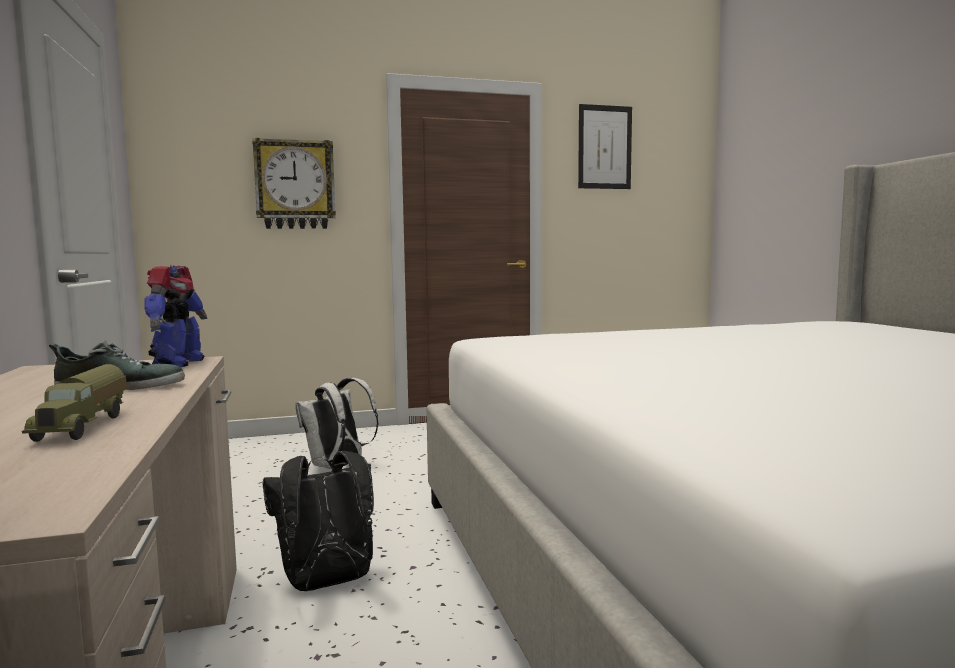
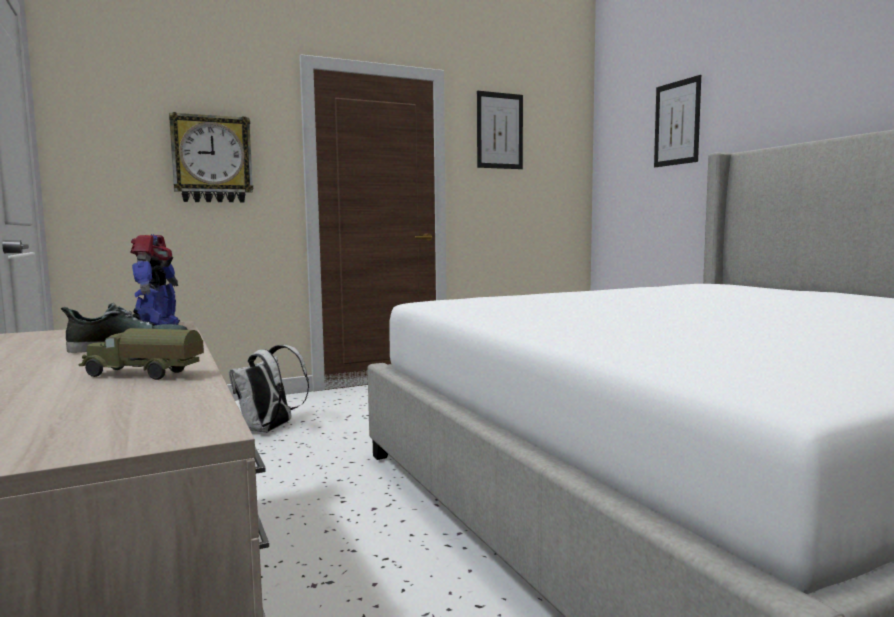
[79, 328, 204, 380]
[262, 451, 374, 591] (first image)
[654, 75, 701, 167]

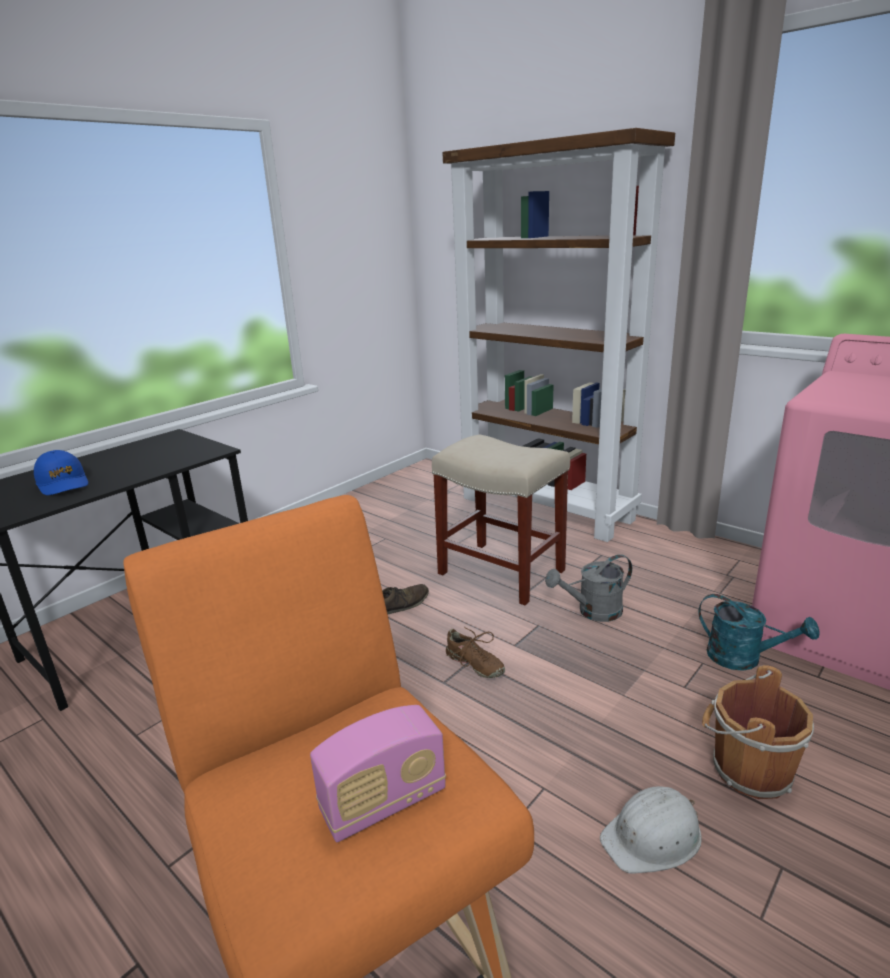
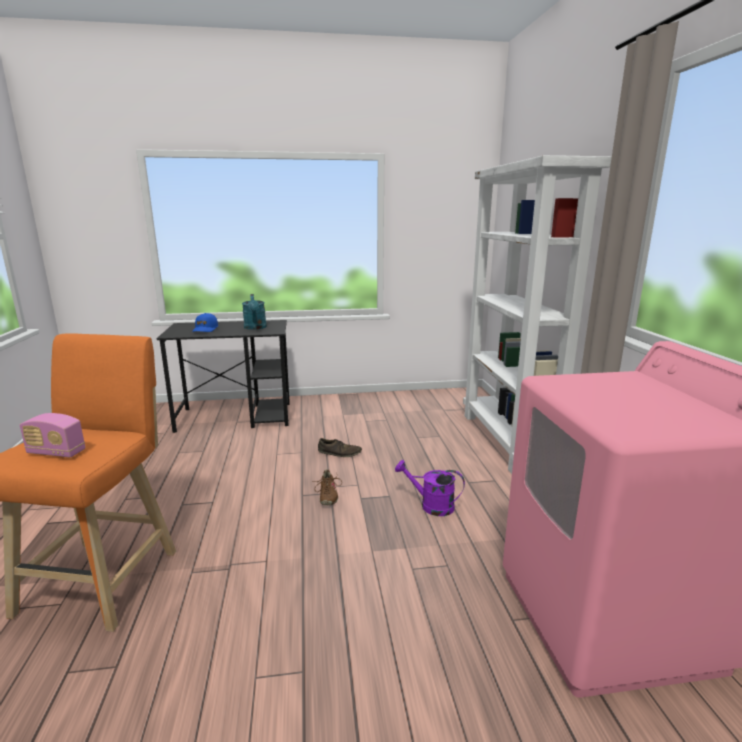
[463, 155, 612, 474]
[432, 435, 570, 605] (first image)
[395, 460, 465, 516]
[242, 294, 267, 330]
[702, 665, 814, 799] (first image)
[600, 786, 702, 874] (first image)

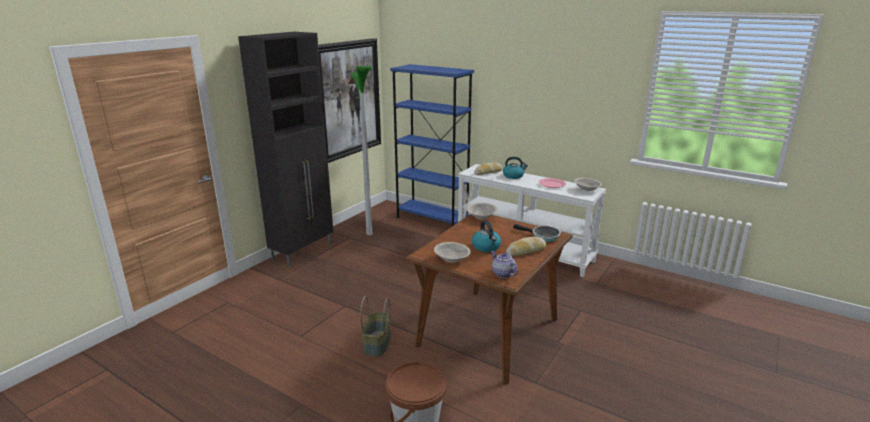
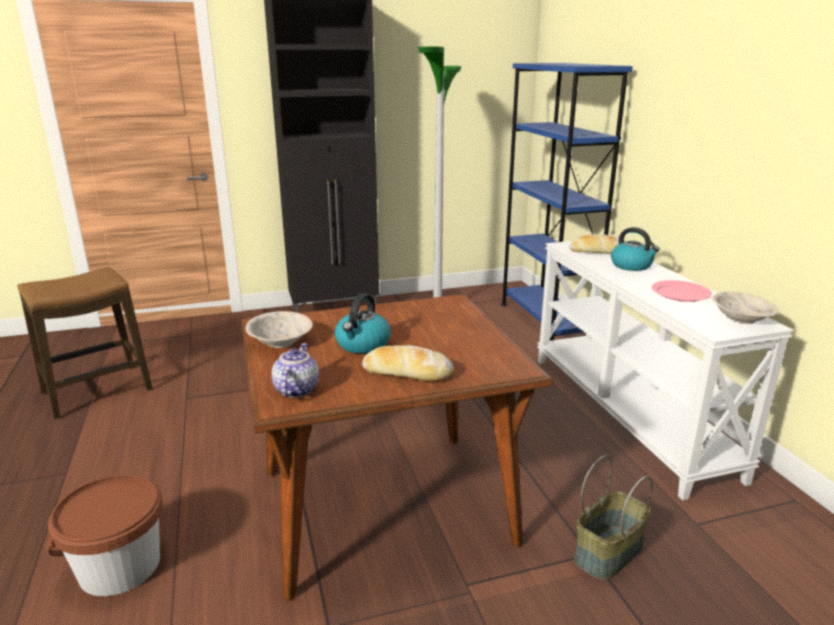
[318, 38, 381, 163] (first image)
[467, 202, 498, 219] (first image)
[513, 224, 561, 242] (first image)
[574, 455, 653, 580]
[17, 267, 152, 419]

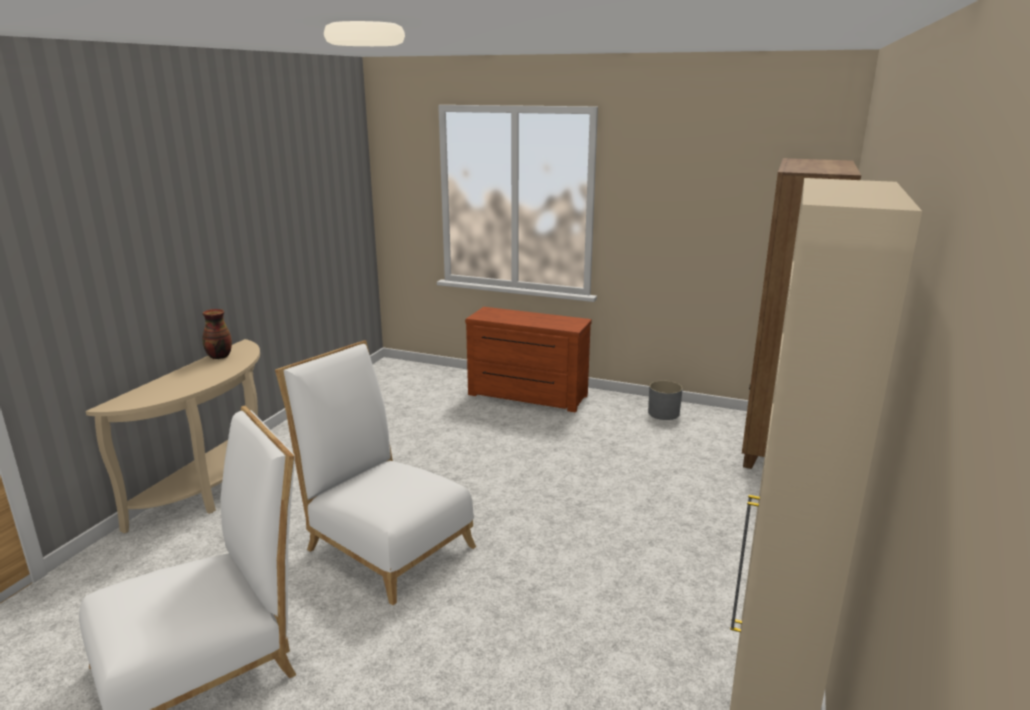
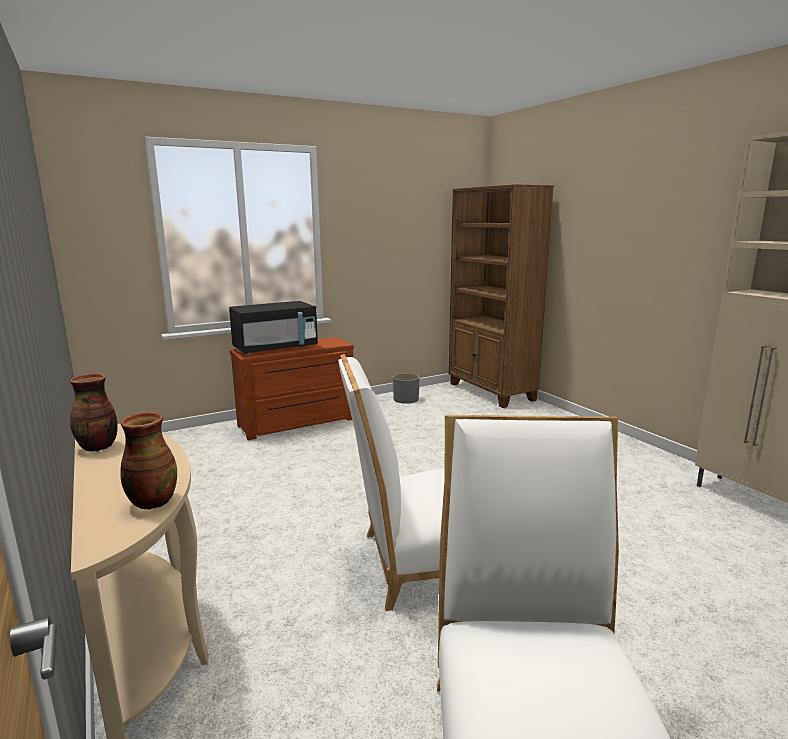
[229, 301, 318, 355]
[120, 412, 177, 510]

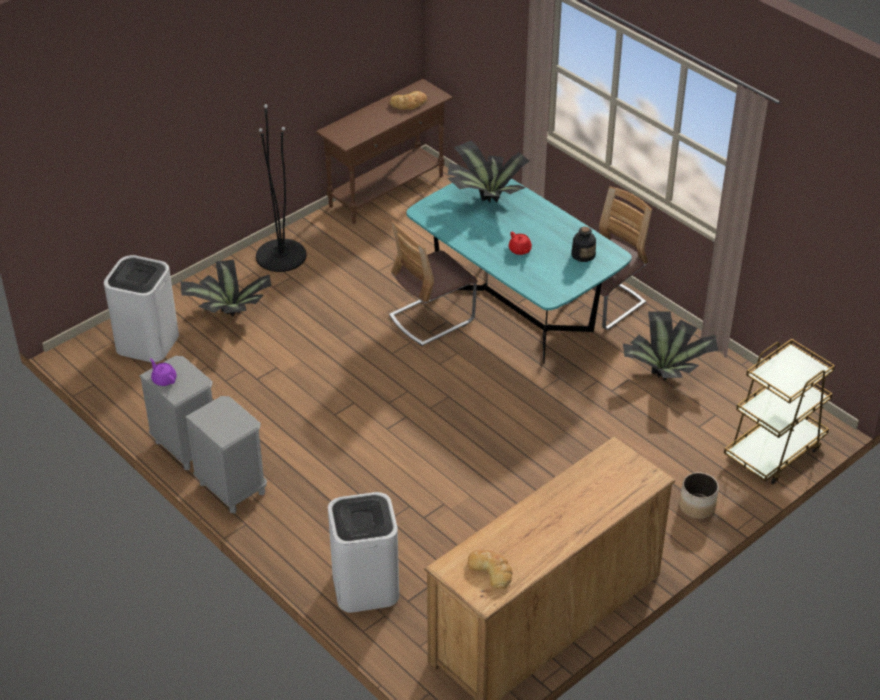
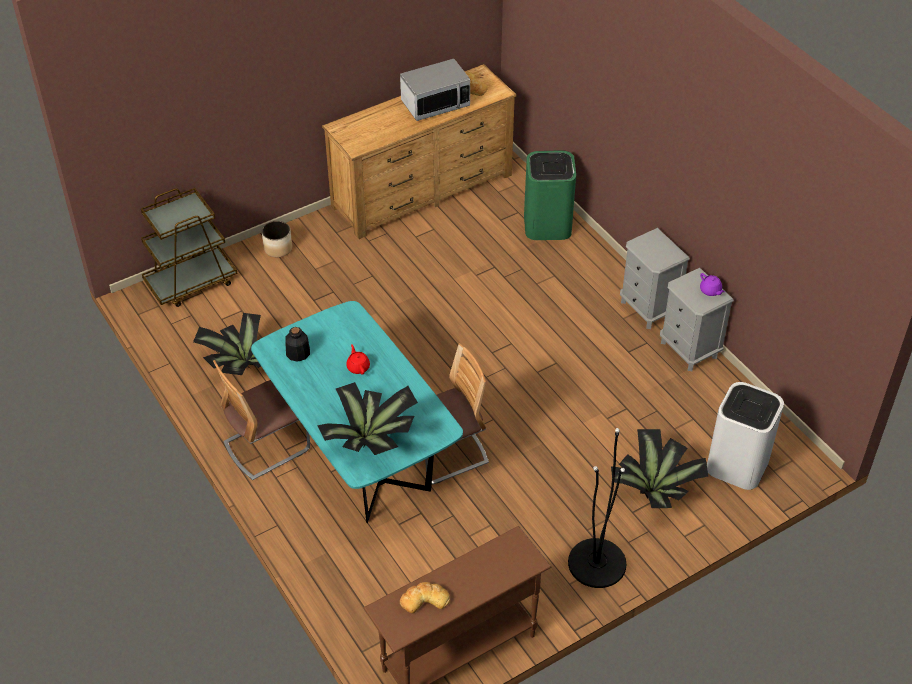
[524, 150, 576, 240]
[400, 59, 470, 121]

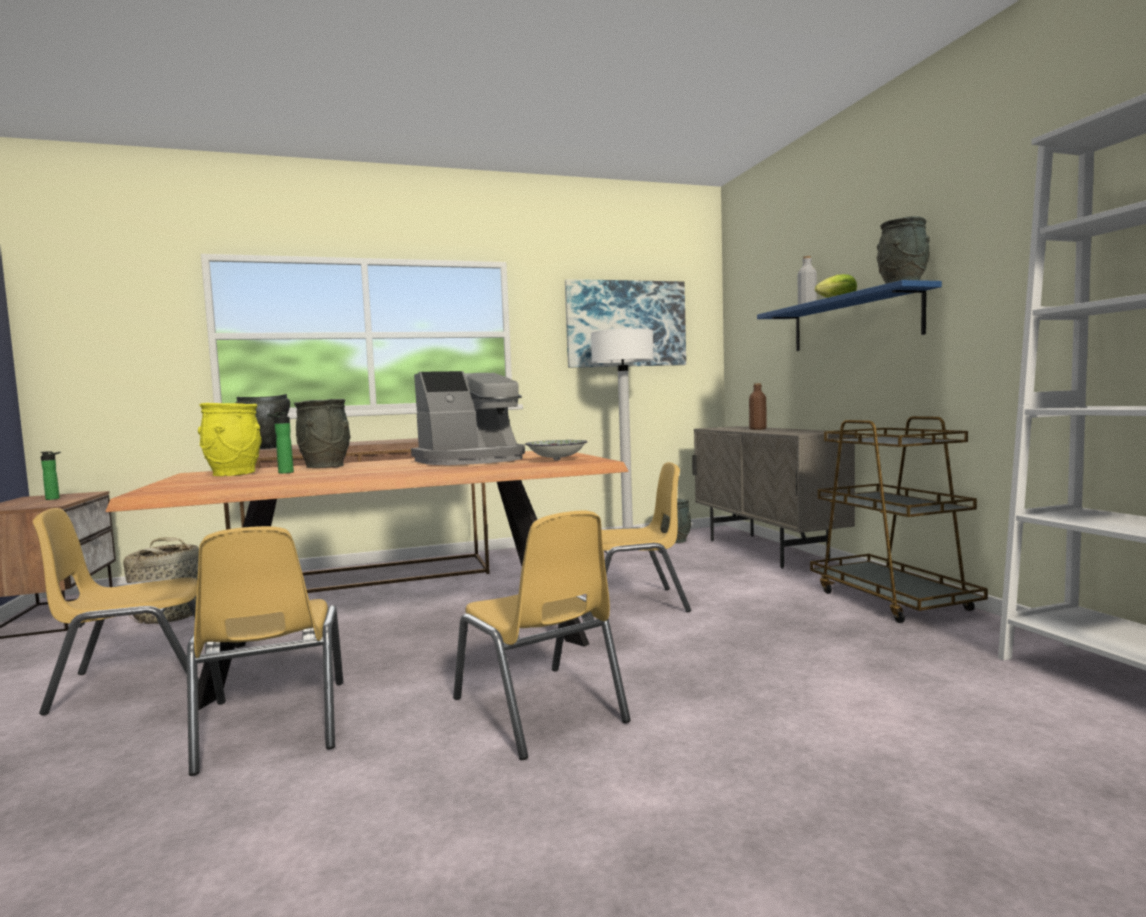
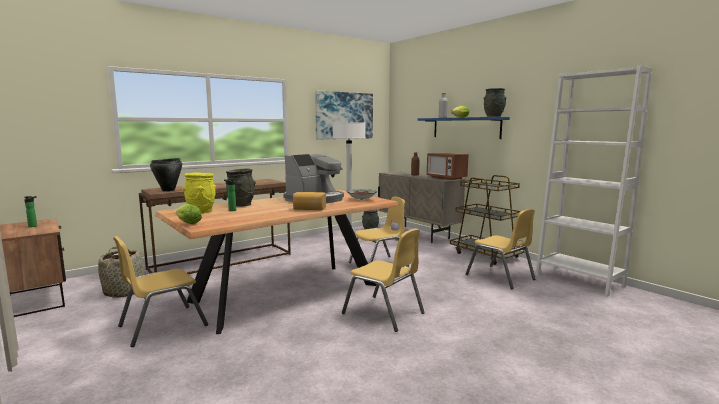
[465, 209, 536, 289]
[427, 153, 469, 180]
[293, 192, 326, 210]
[176, 204, 202, 224]

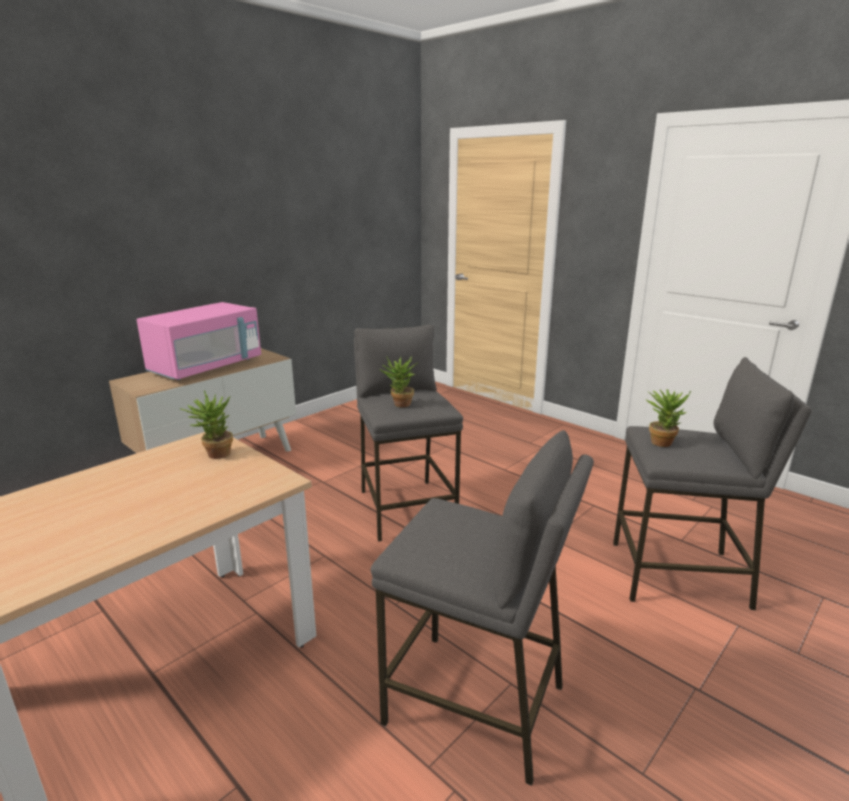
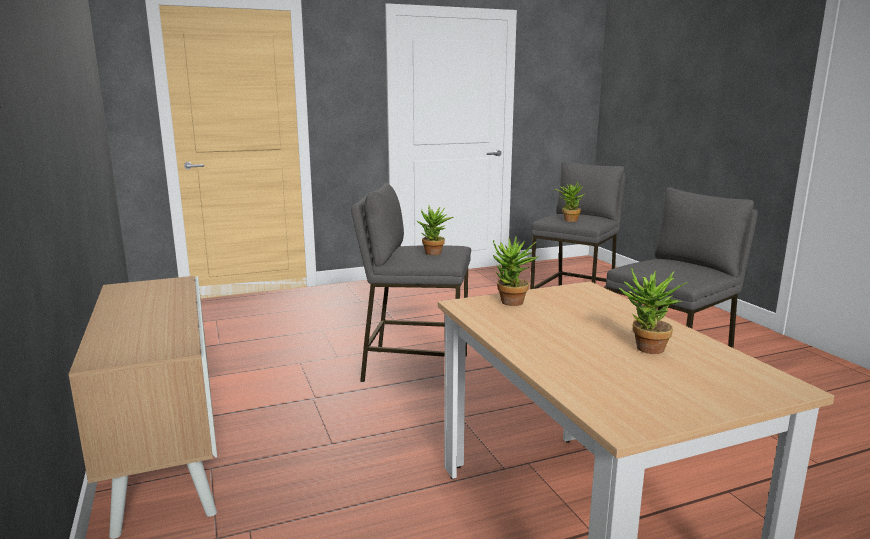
[137, 302, 261, 380] (first image)
[619, 268, 687, 354]

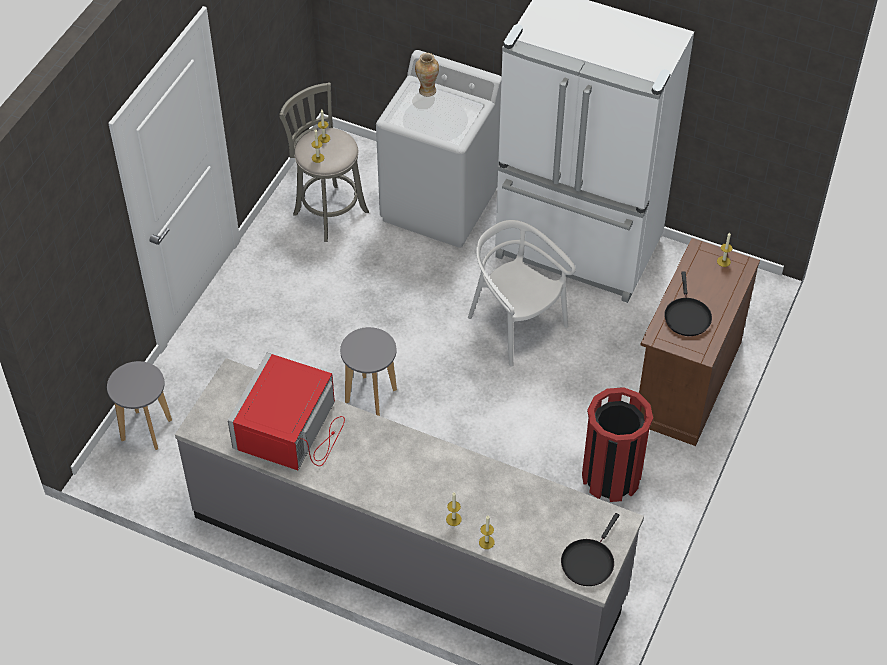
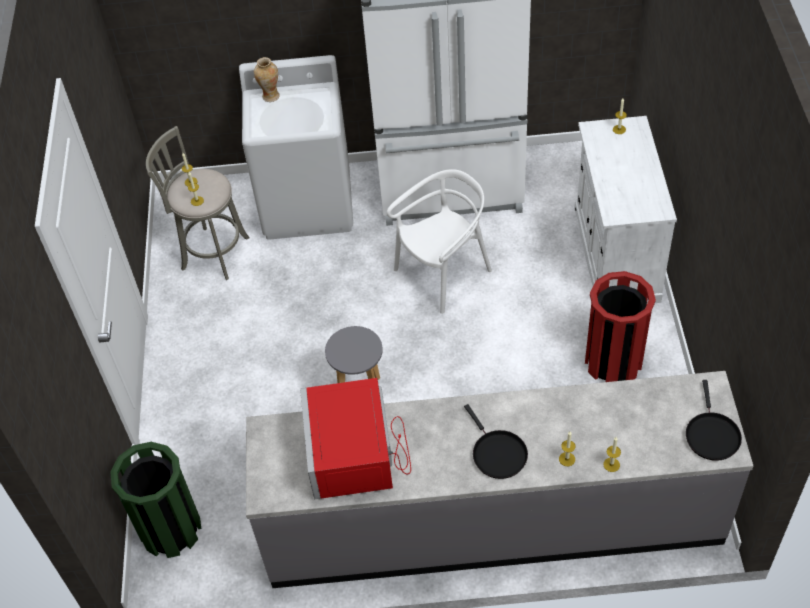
[387, 169, 492, 314]
[574, 116, 677, 303]
[464, 404, 528, 479]
[110, 442, 201, 558]

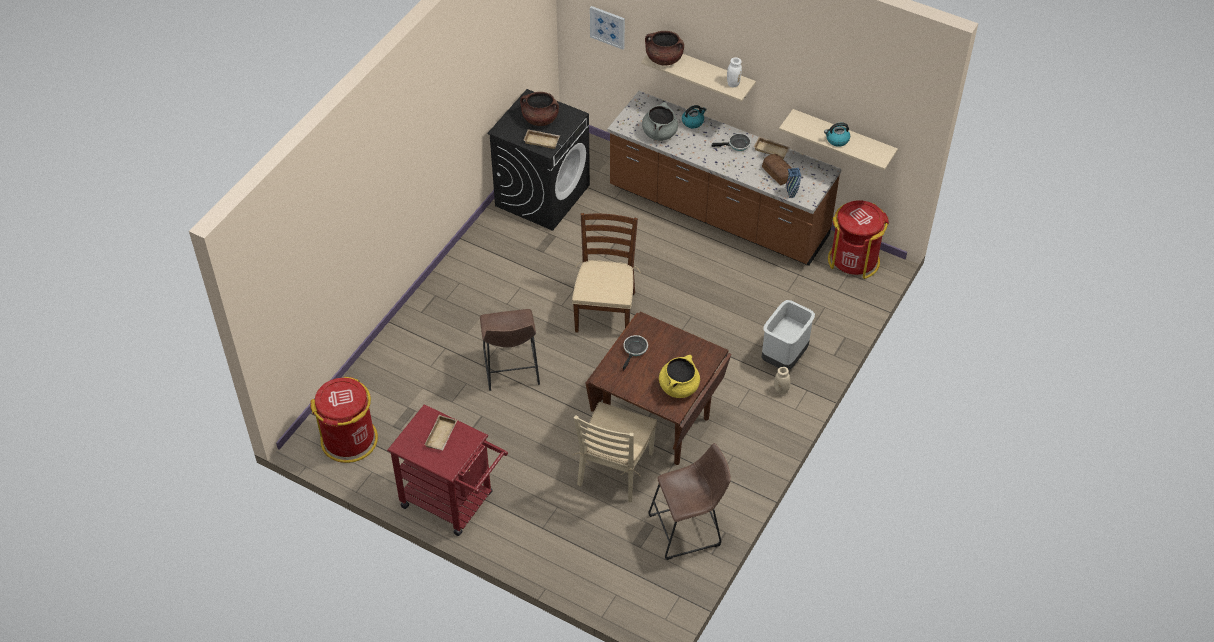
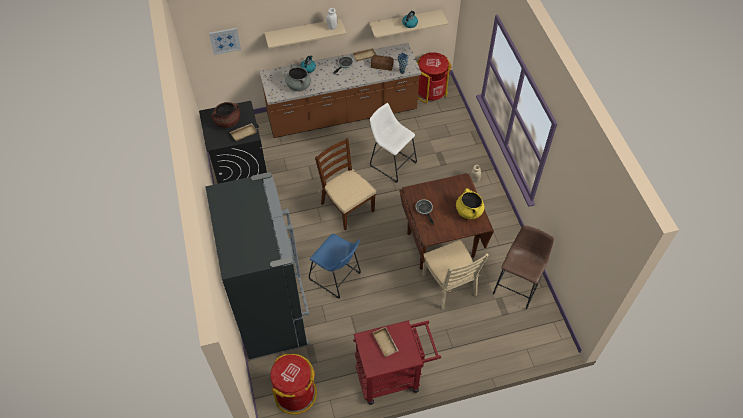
[645, 31, 684, 66] (first image)
[761, 300, 815, 370] (first image)
[309, 234, 361, 299]
[370, 103, 417, 183]
[205, 172, 310, 360]

